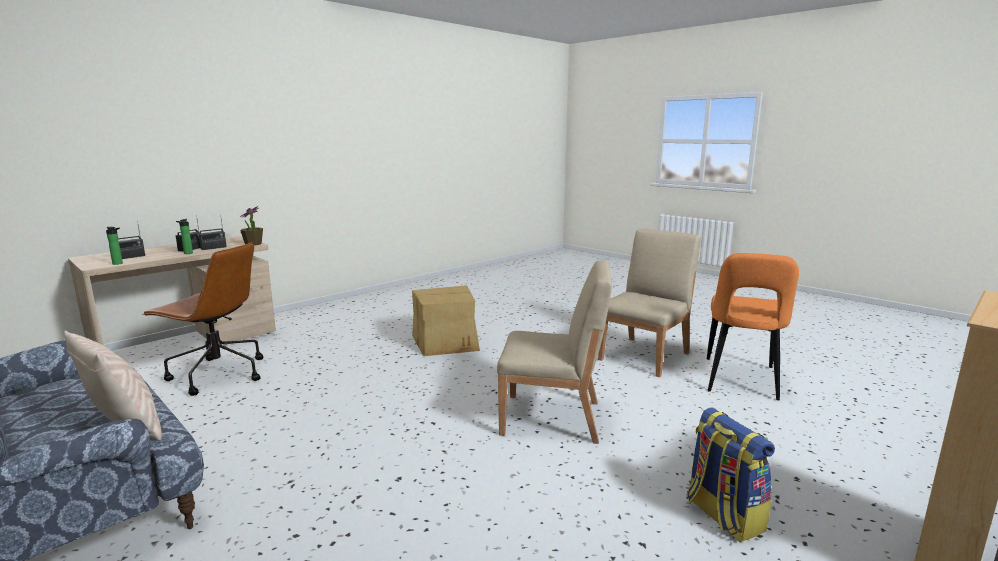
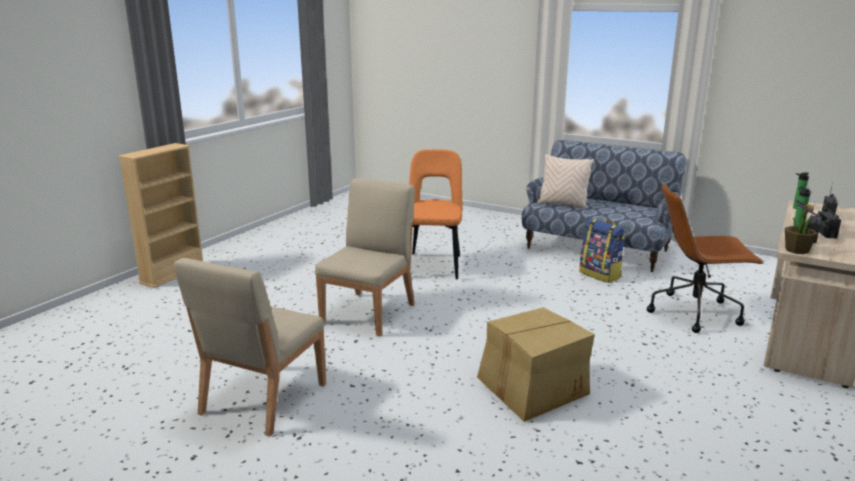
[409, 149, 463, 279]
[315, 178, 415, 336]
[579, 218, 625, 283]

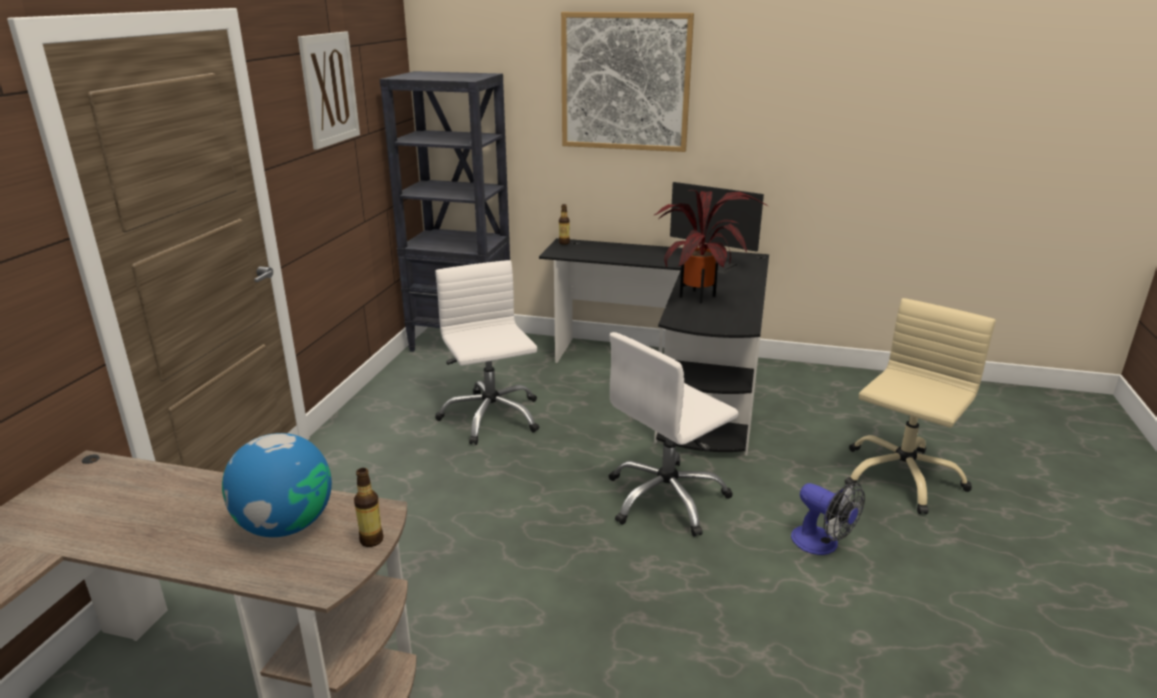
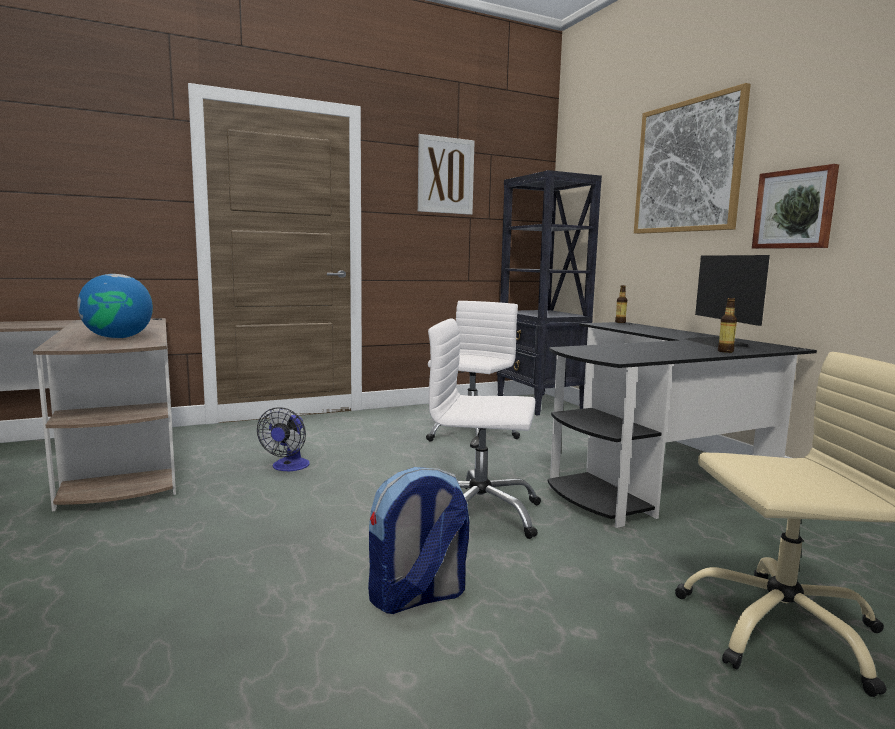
[654, 190, 768, 304] (first image)
[718, 298, 737, 353]
[257, 407, 310, 471]
[752, 164, 839, 249]
[368, 467, 469, 614]

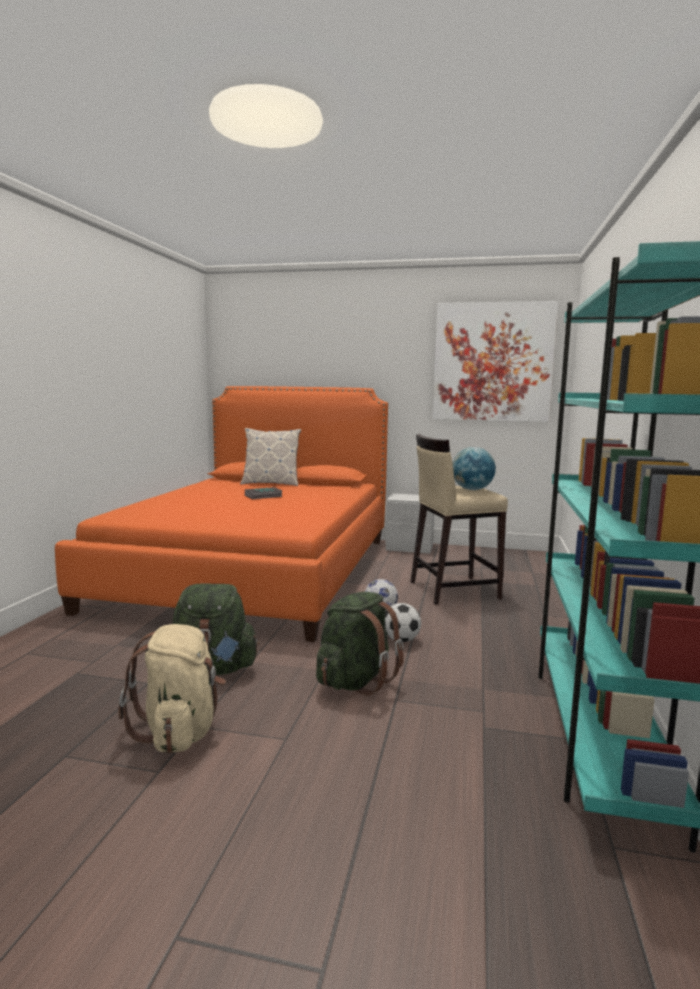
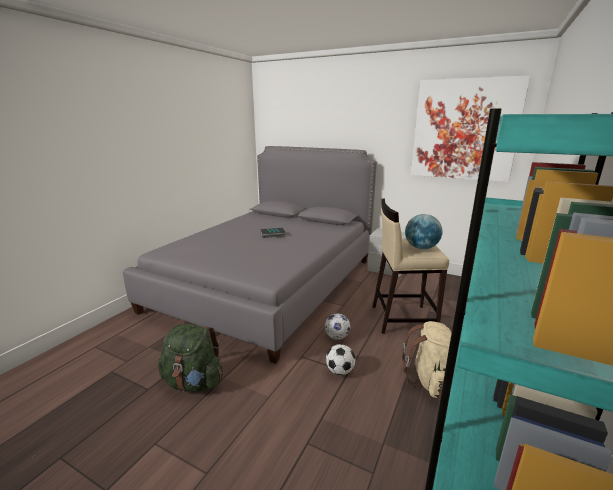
[123, 146, 377, 364]
[240, 428, 301, 486] (first image)
[316, 592, 404, 695] (first image)
[402, 321, 452, 399]

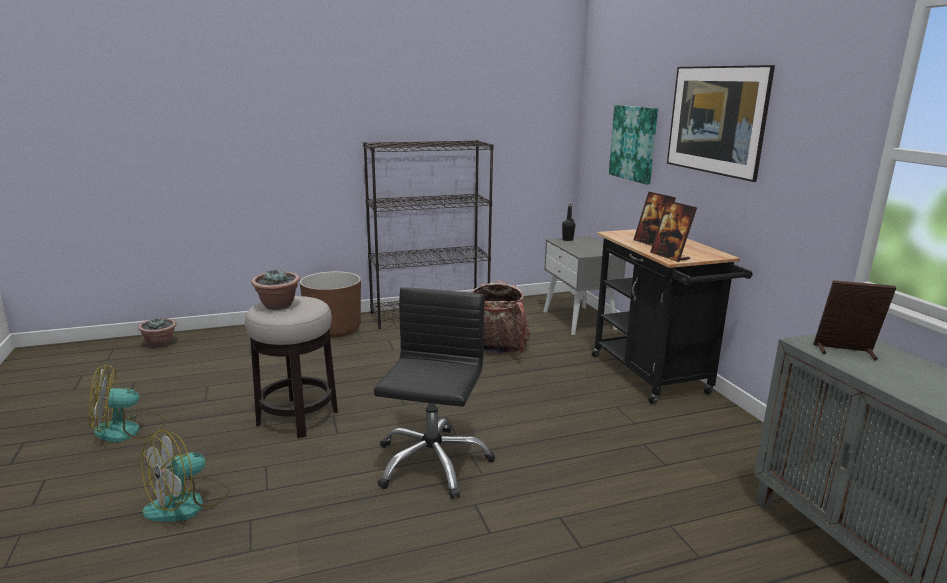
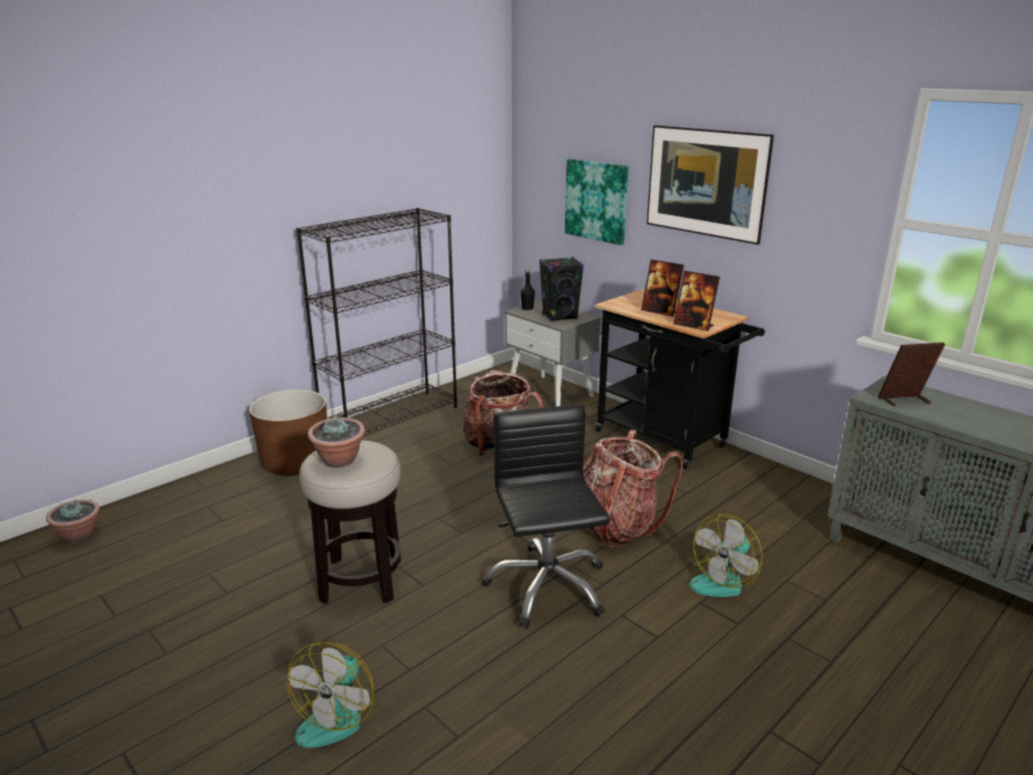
[689, 514, 762, 597]
[539, 257, 584, 322]
[583, 429, 683, 547]

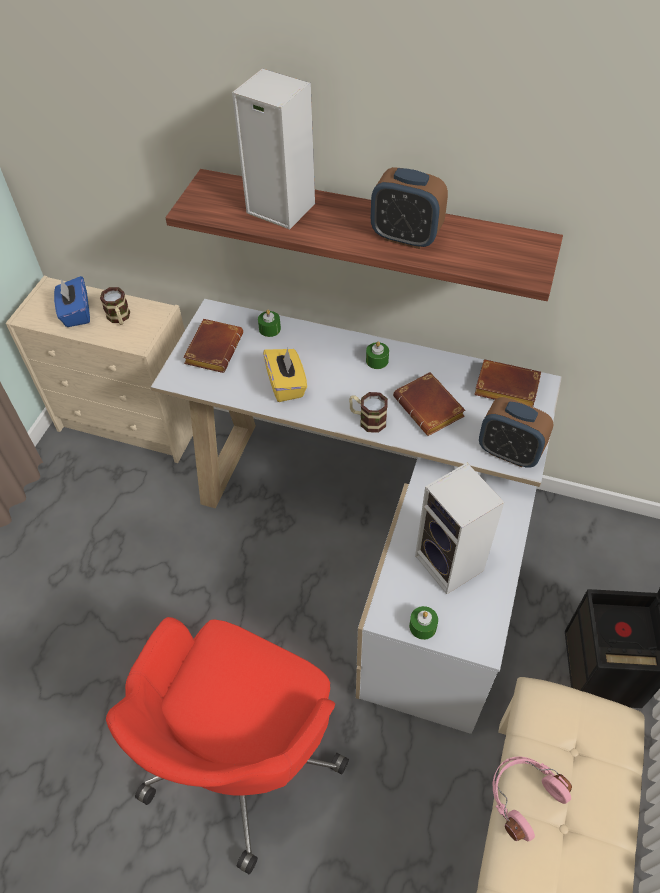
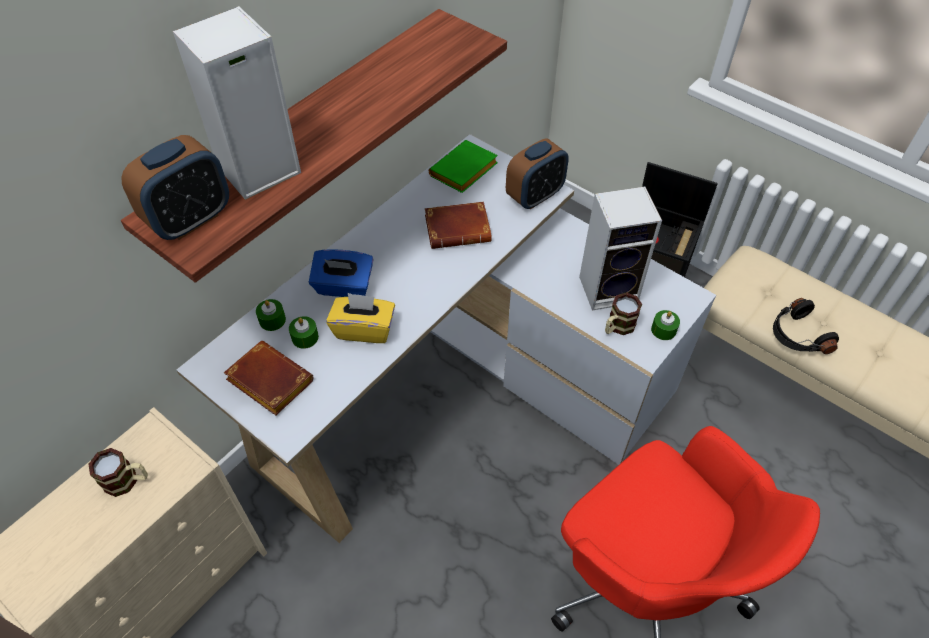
[121, 135, 229, 240]
[309, 249, 374, 297]
[289, 316, 319, 349]
[429, 140, 498, 193]
[605, 293, 642, 335]
[773, 298, 839, 354]

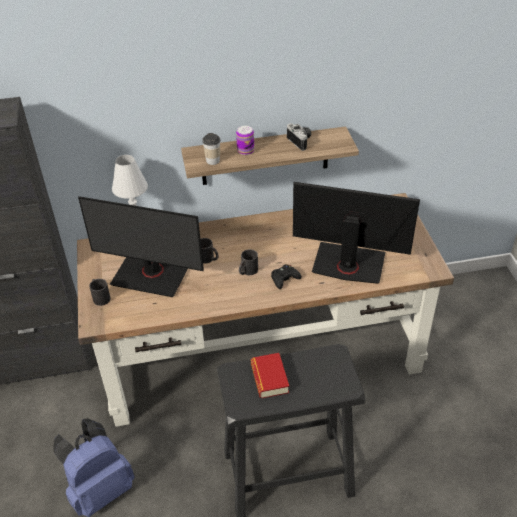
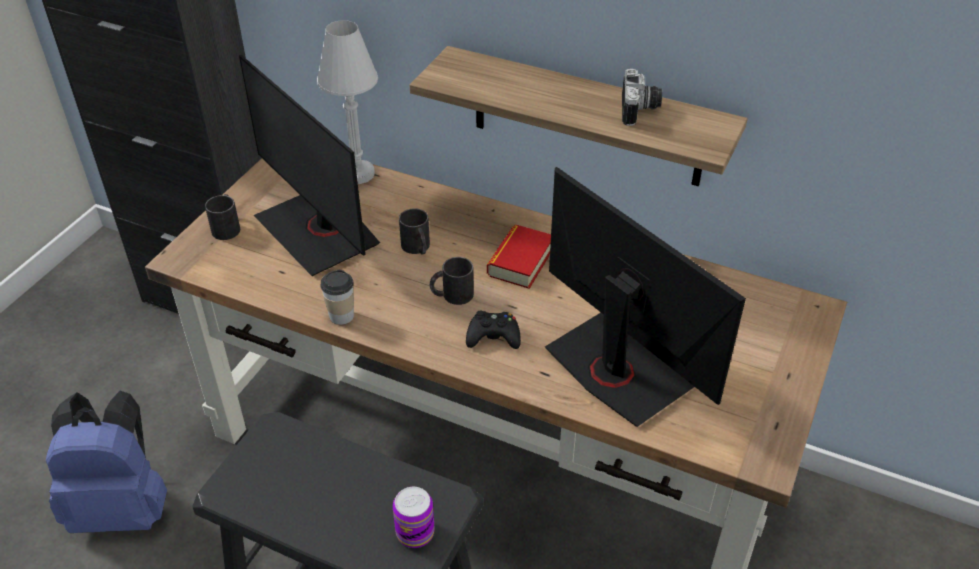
[393, 487, 435, 548]
[320, 270, 354, 325]
[487, 225, 551, 289]

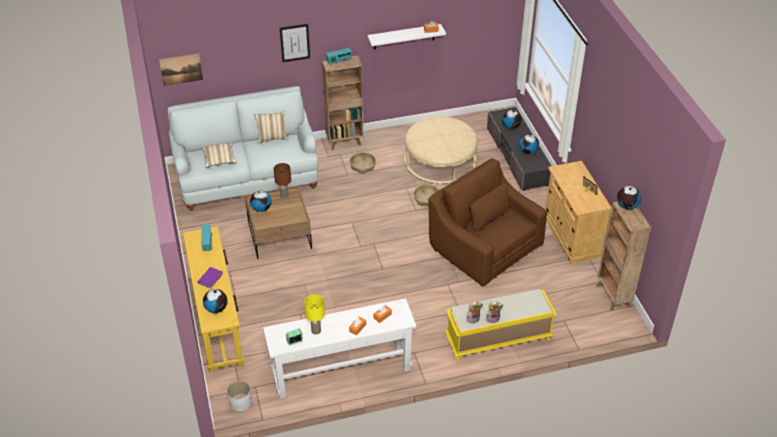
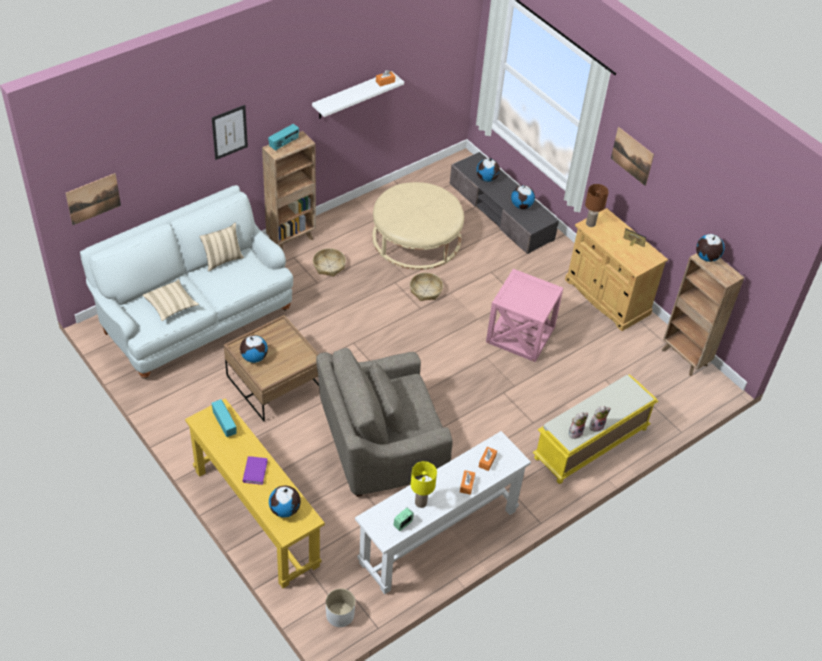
[486, 269, 563, 362]
[585, 184, 609, 227]
[611, 127, 654, 186]
[316, 348, 453, 497]

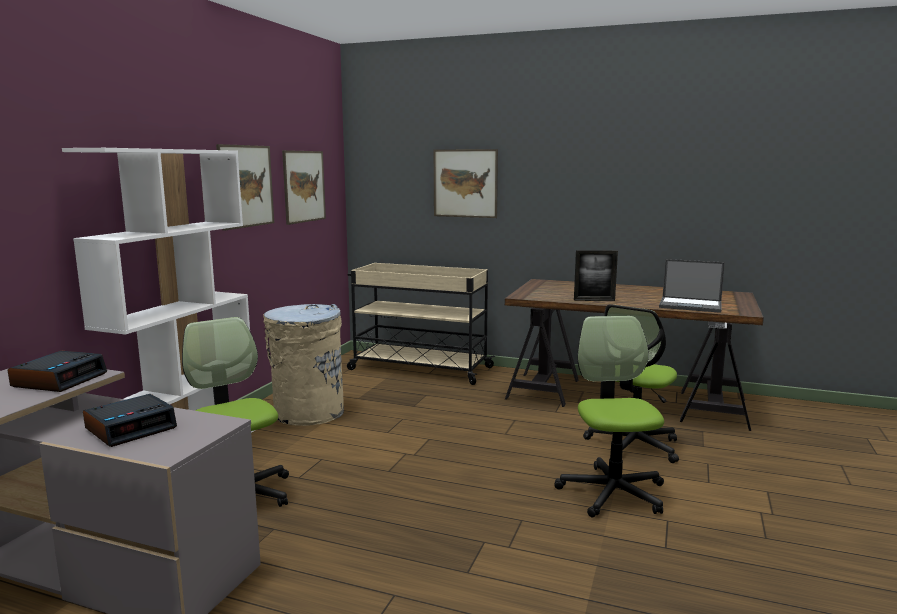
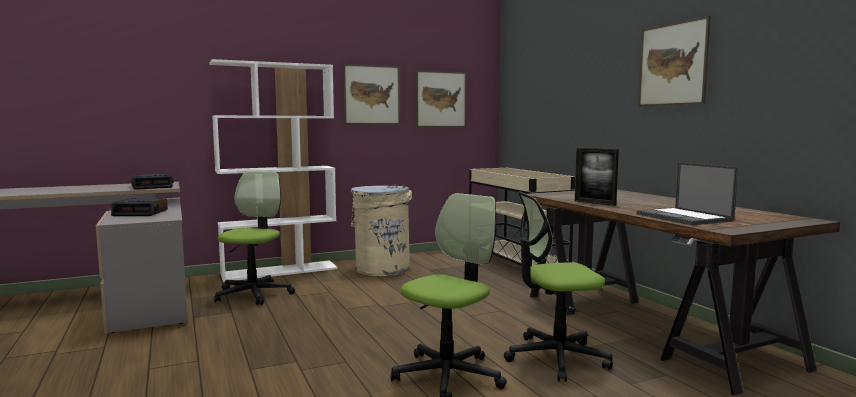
[638, 16, 711, 107]

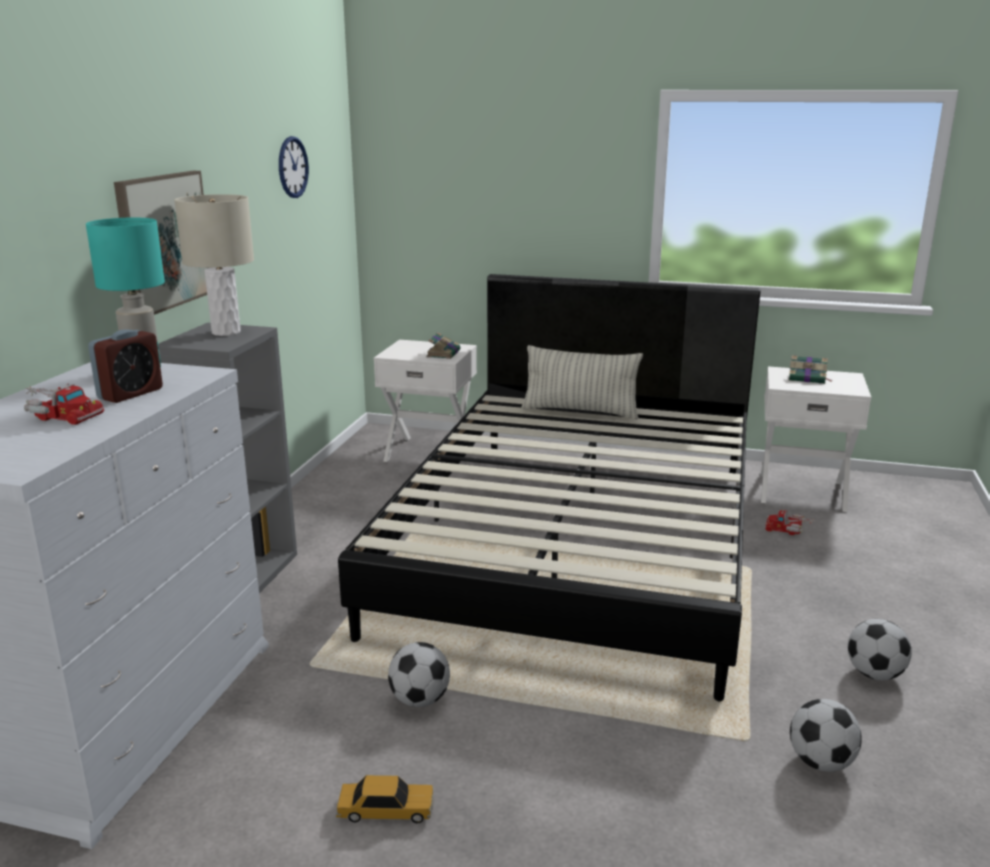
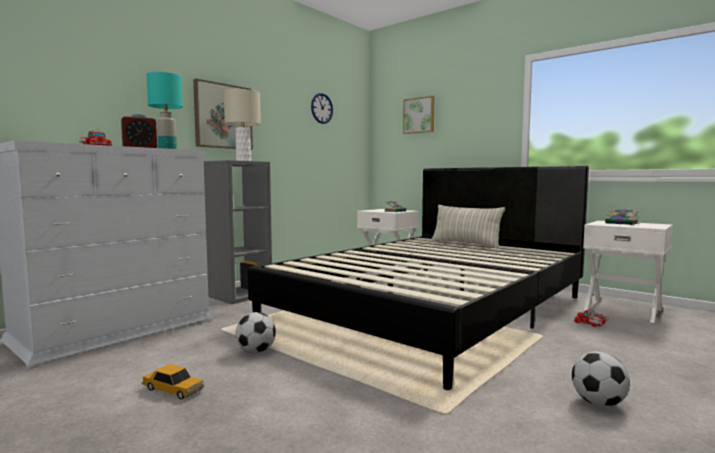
[790, 699, 862, 772] (first image)
[403, 96, 434, 134]

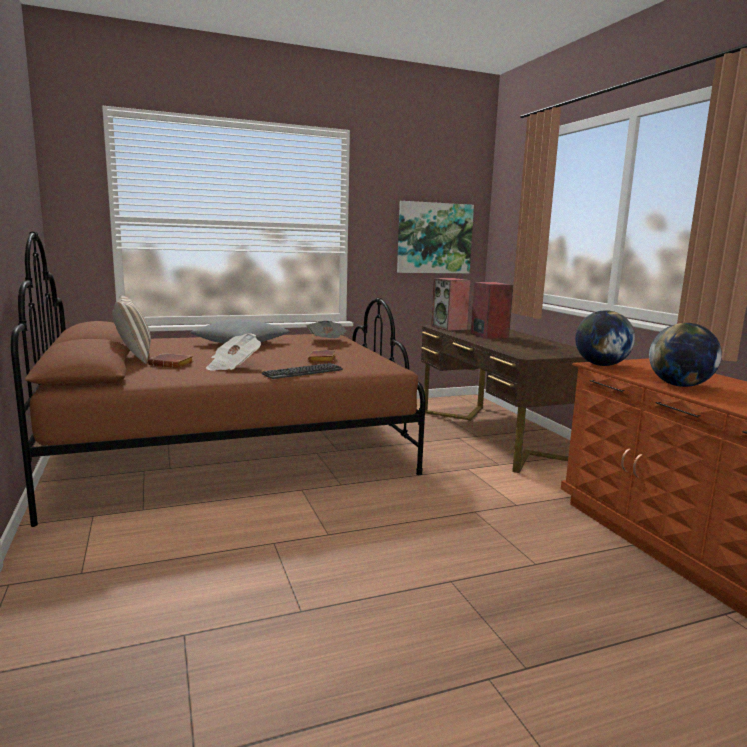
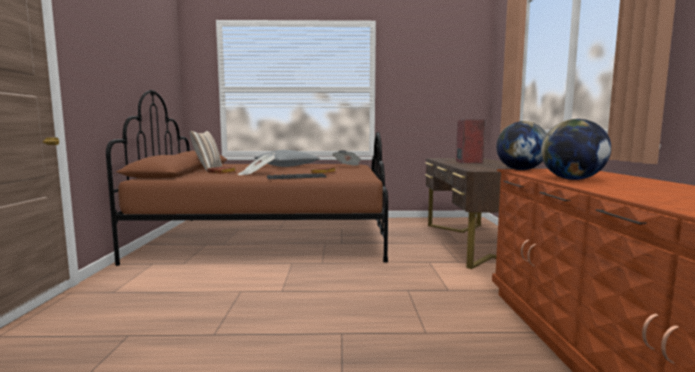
[397, 201, 474, 273] (first image)
[431, 278, 471, 331] (first image)

